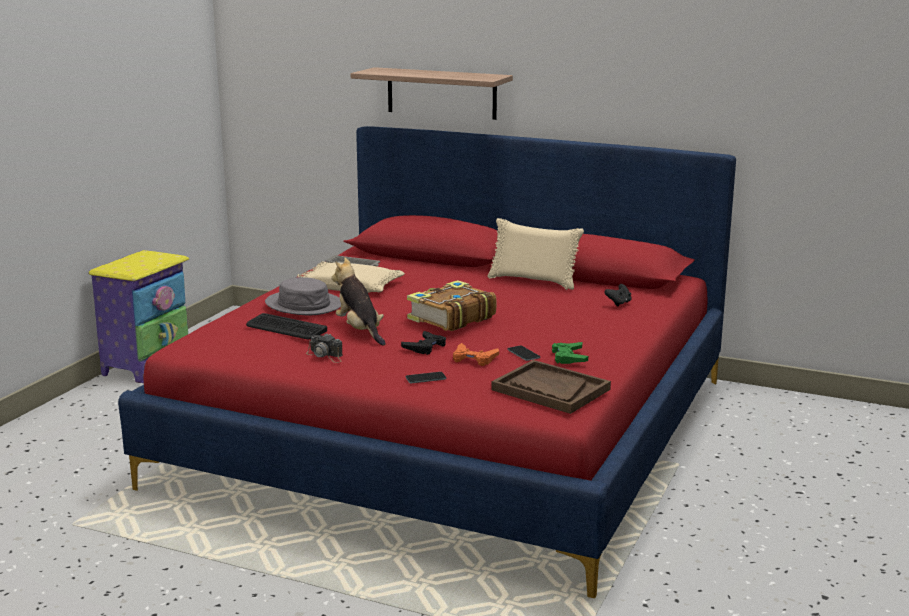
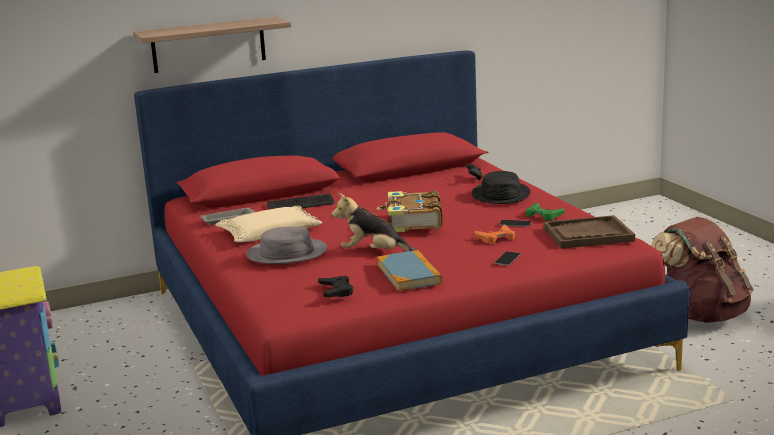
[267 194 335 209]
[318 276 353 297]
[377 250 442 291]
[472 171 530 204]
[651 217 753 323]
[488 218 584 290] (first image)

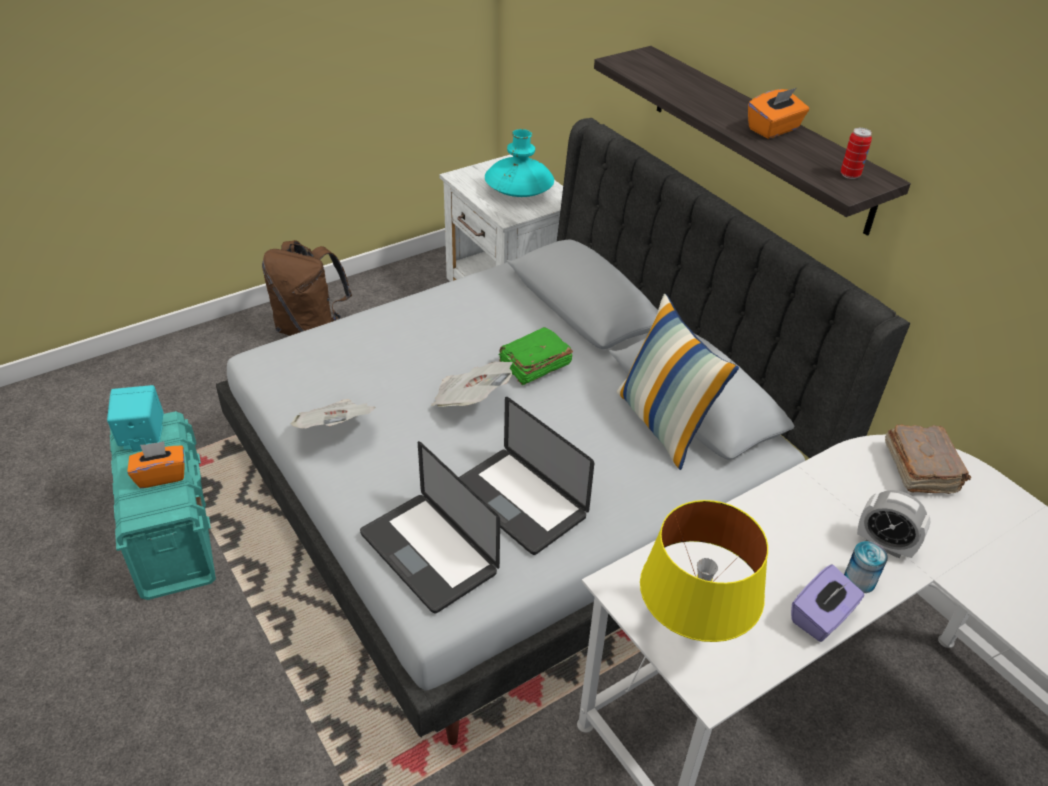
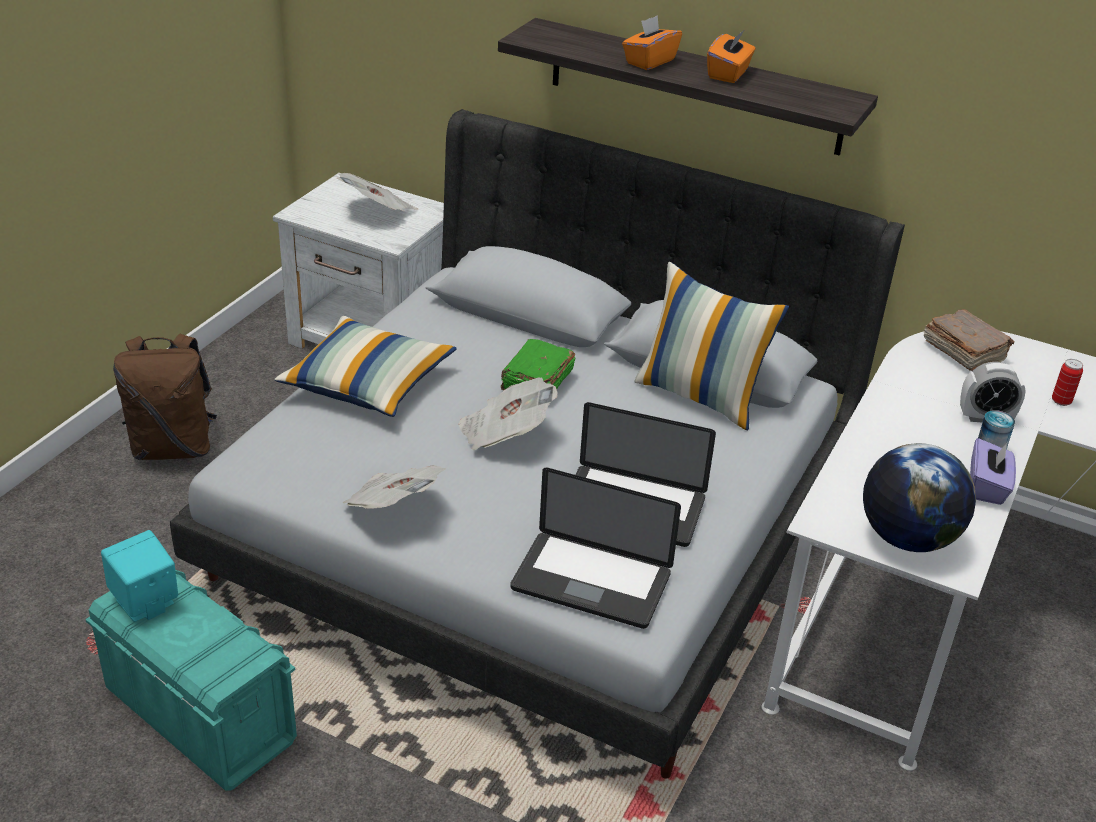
[275 316 457 417]
[337 173 418 211]
[622 15 682 70]
[863 443 976 552]
[1052 359 1083 406]

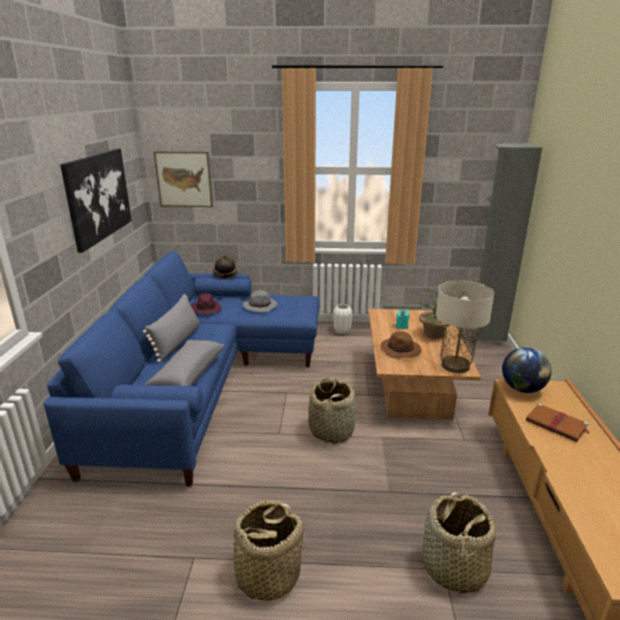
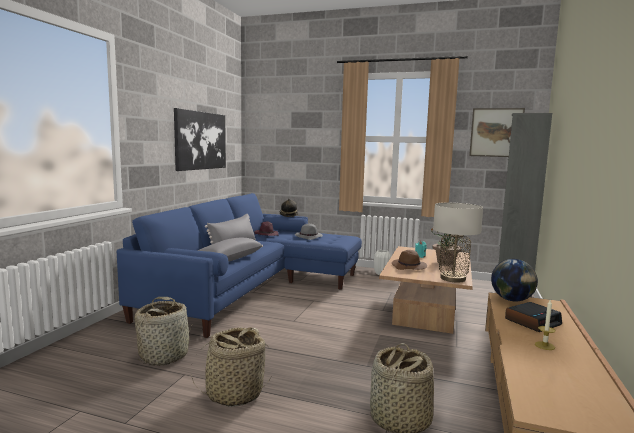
[135 297 192 366]
[469 108 525 157]
[505 302 562 332]
[535 300 556 350]

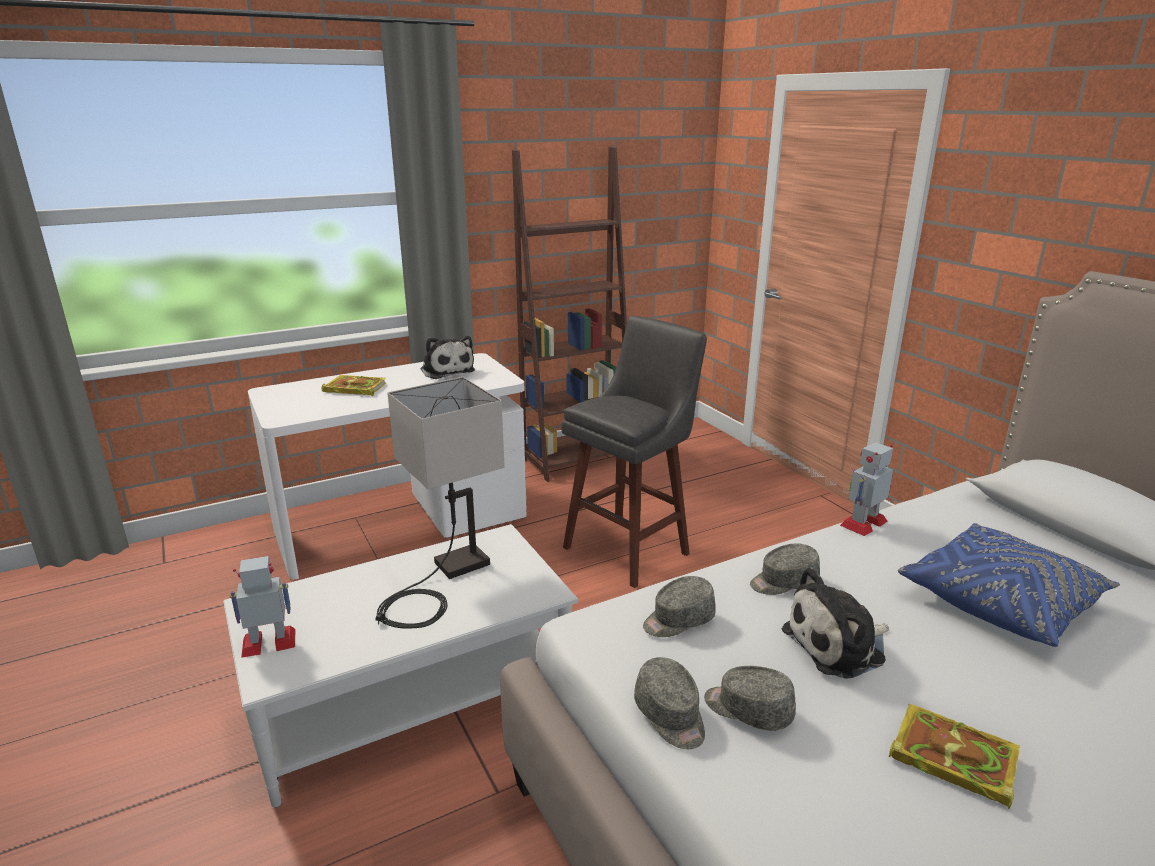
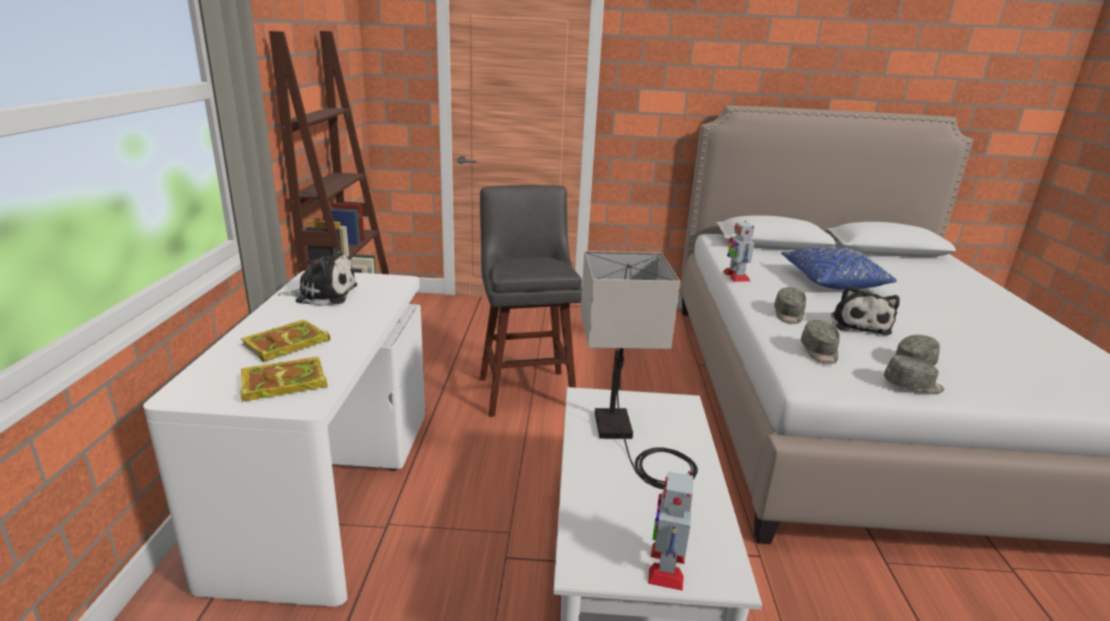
[240 356 327 402]

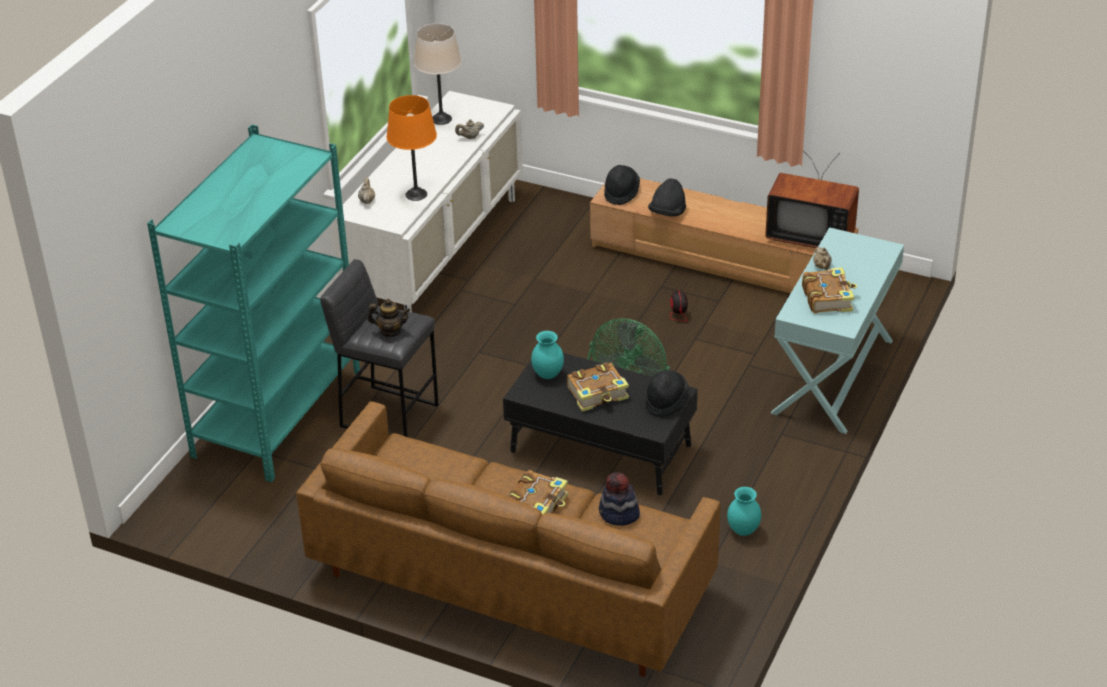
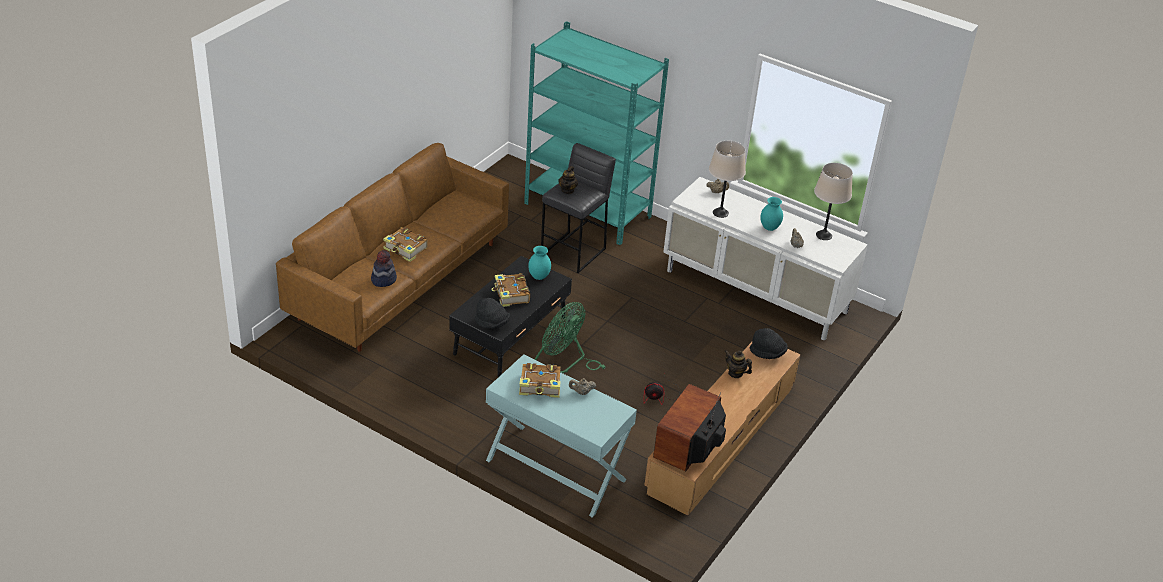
[709 141 746 218]
[724 350 752 378]
[760 197 783 231]

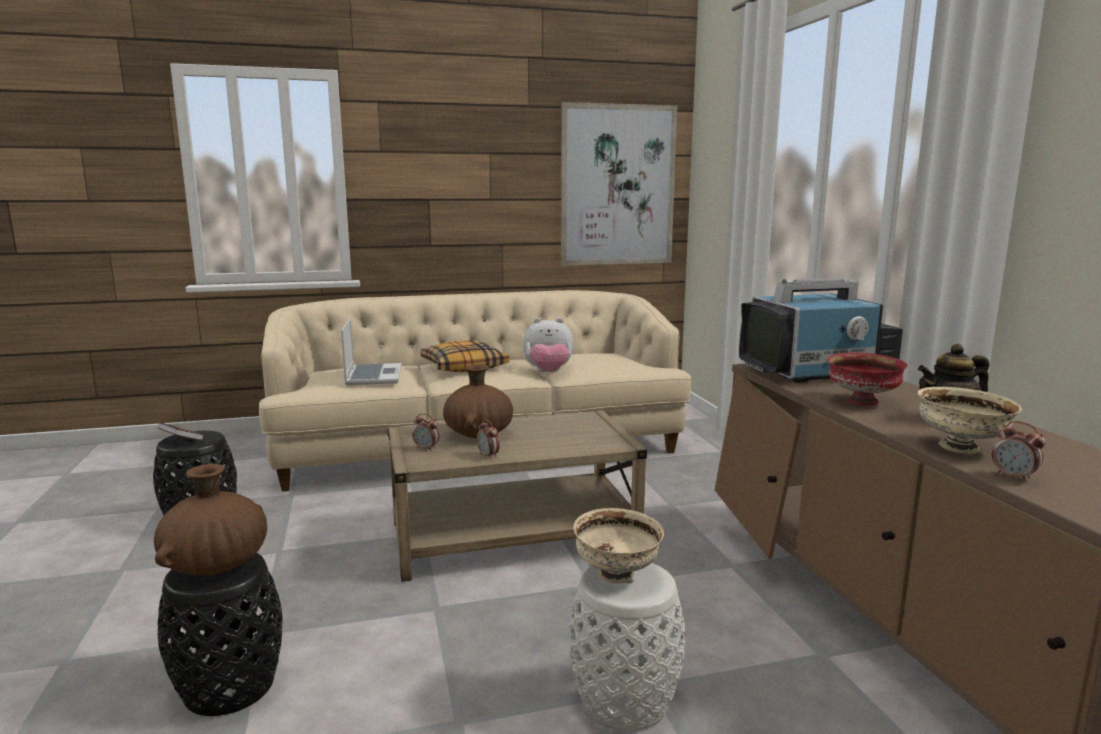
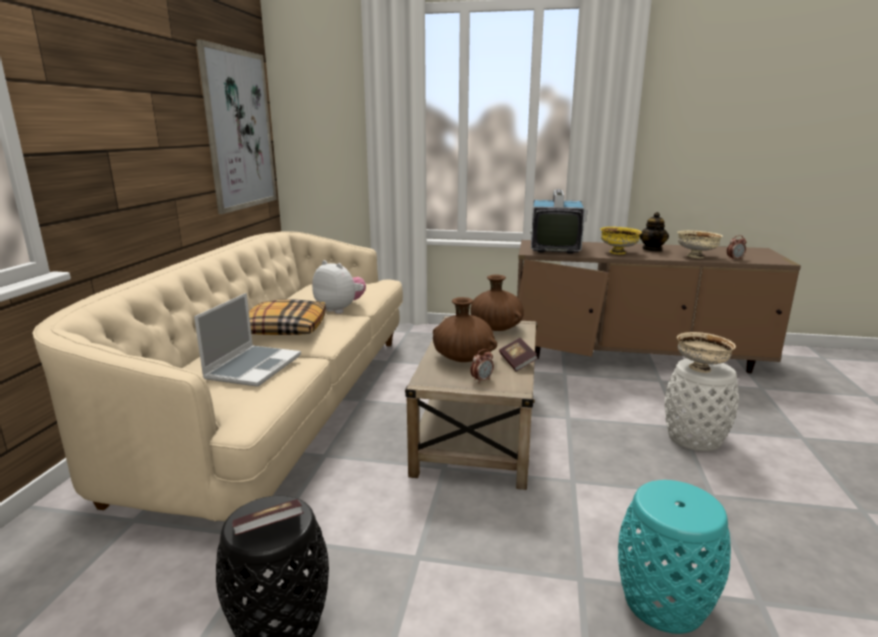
[194 293 301 387]
[312 260 366 314]
[470 274 524 331]
[499 338 538 372]
[601 227 642 254]
[618 480 731 634]

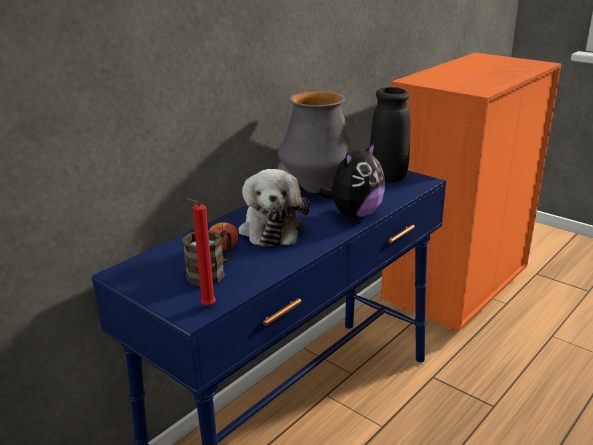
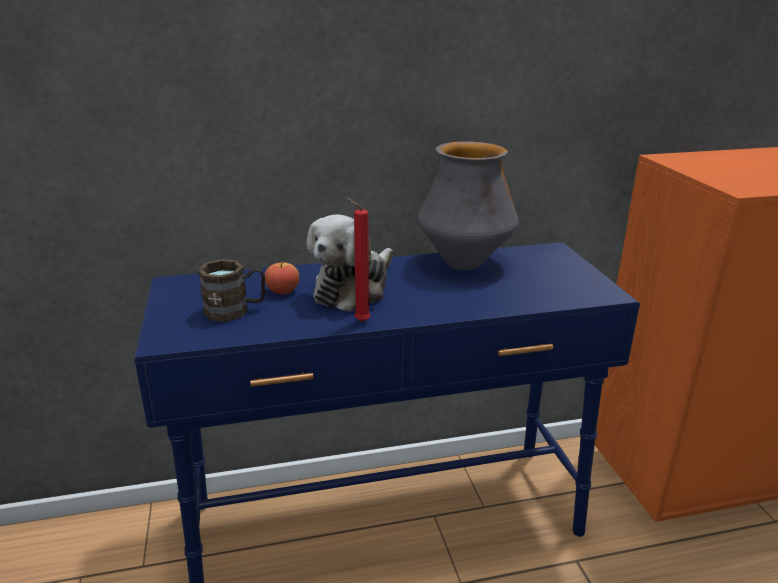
[346 198 370 322]
[319 141 385 219] (first image)
[370 87 411 182] (first image)

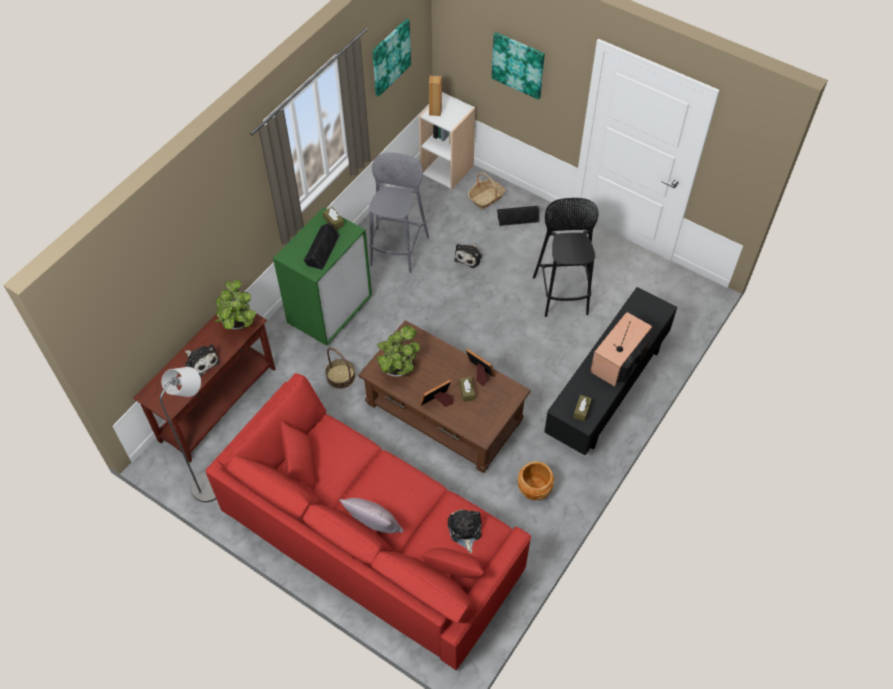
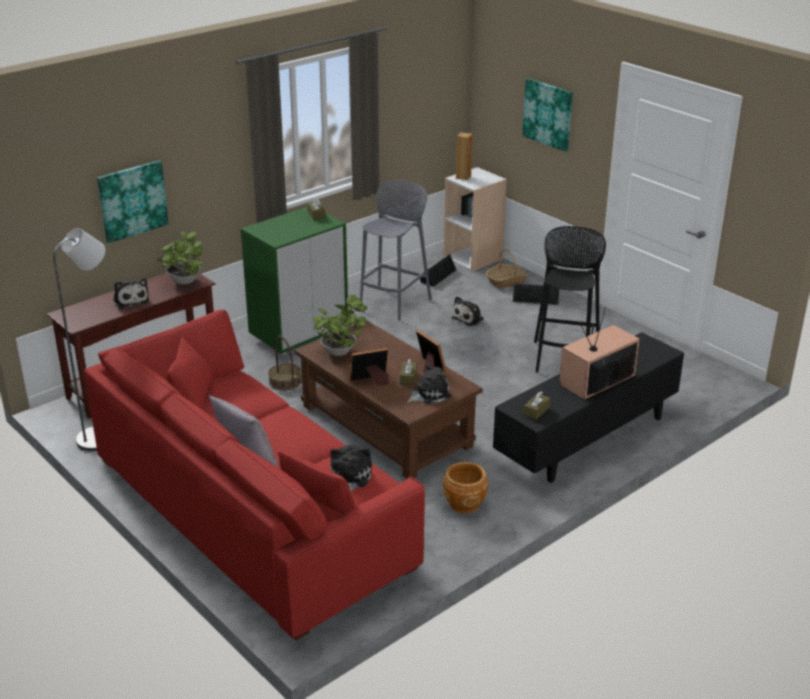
[97 160 169 243]
[407 363 451 404]
[420 254 457 287]

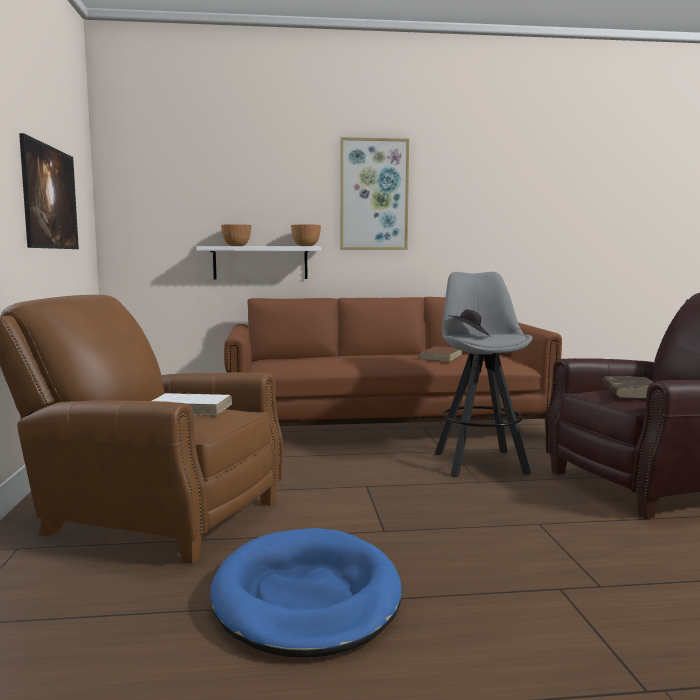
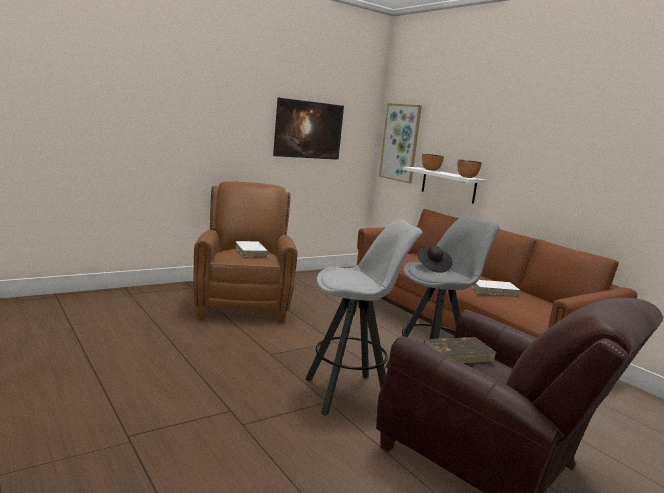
[305 219 422 416]
[379 103 422 183]
[472 280 520 297]
[210 528 402 658] (first image)

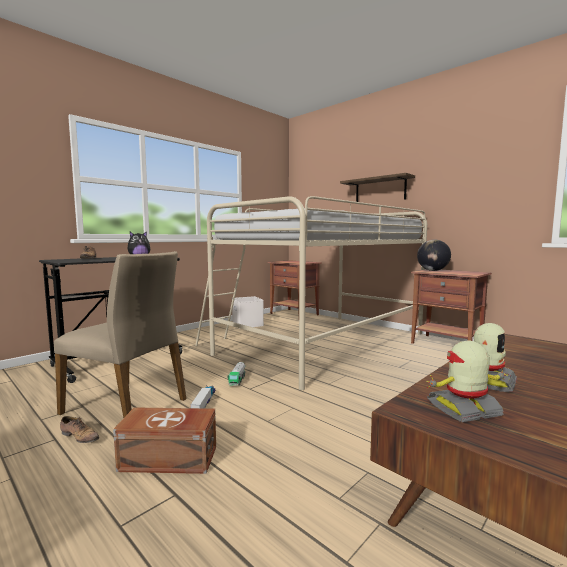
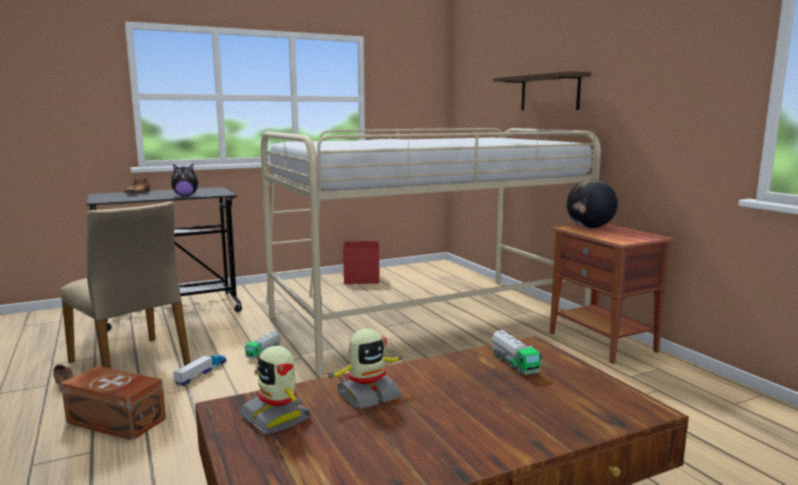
[240 346 311 434]
[343 241 380 284]
[492 330 541 375]
[268 260 322 315] (first image)

